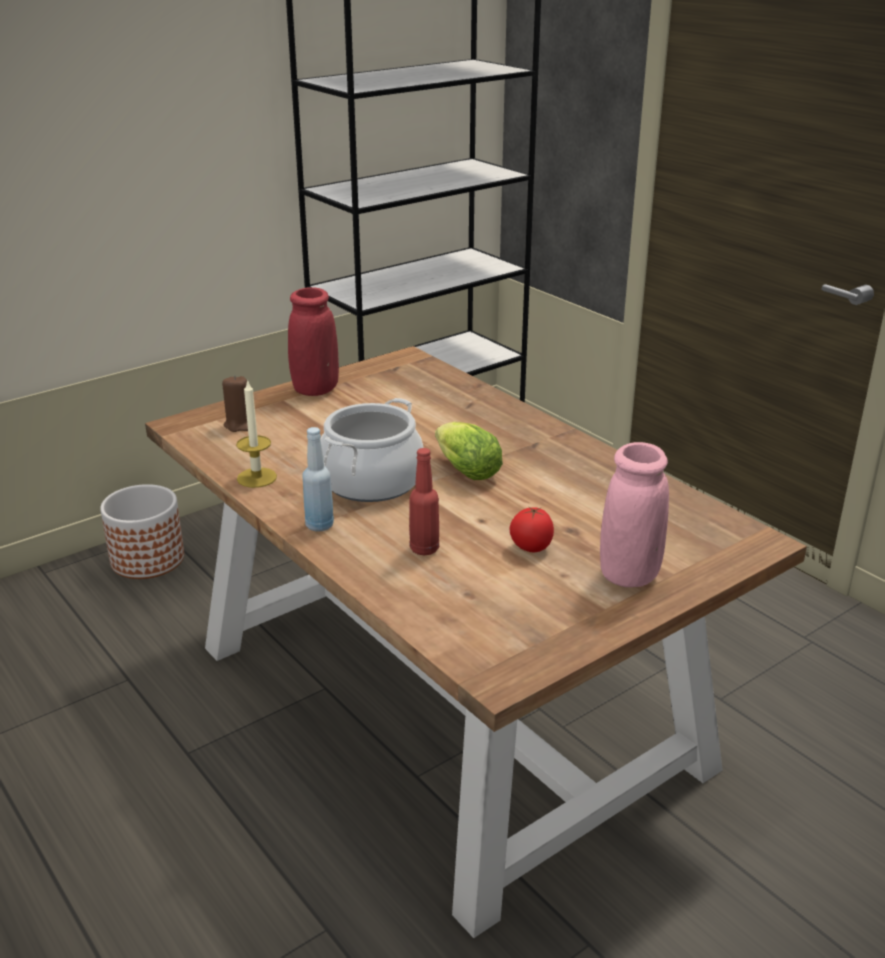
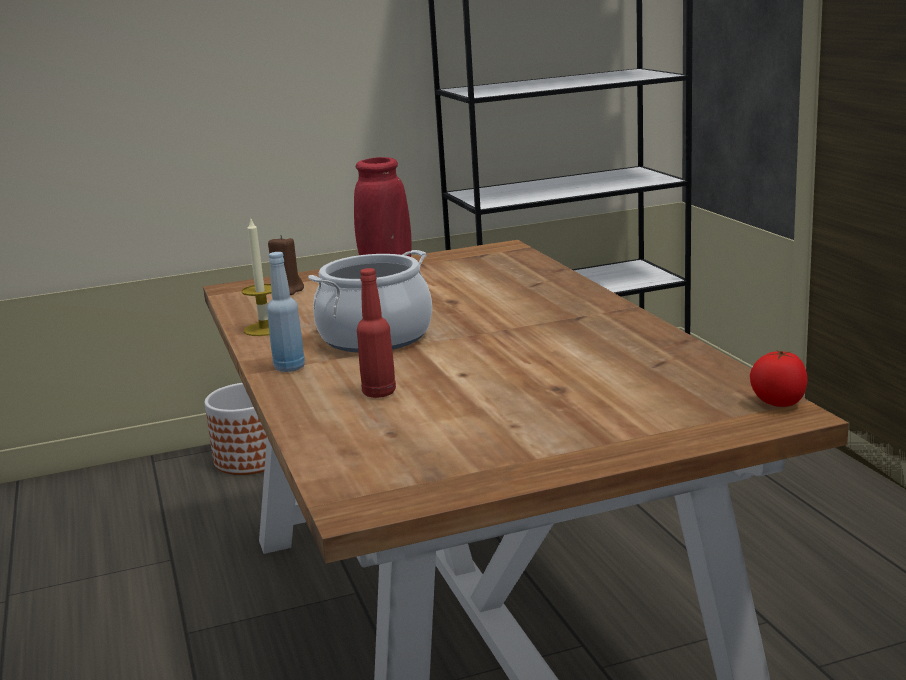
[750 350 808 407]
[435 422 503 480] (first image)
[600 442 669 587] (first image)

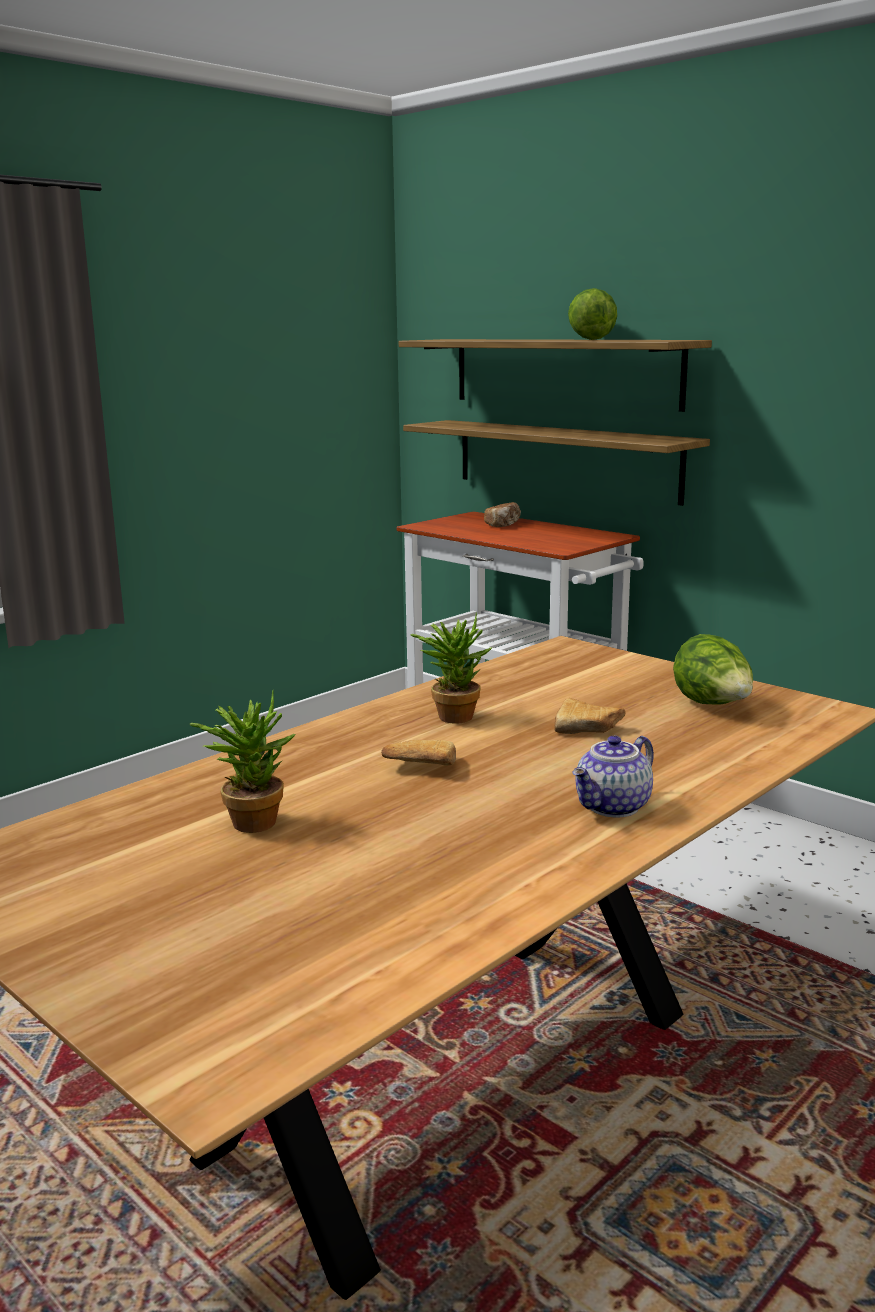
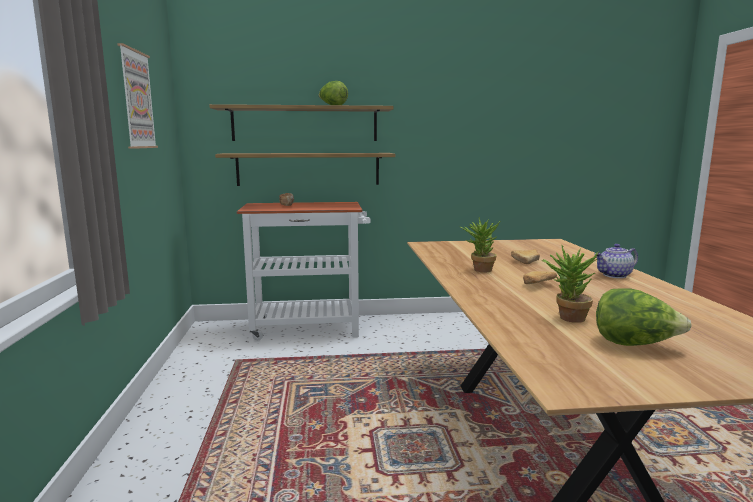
[117 43 158 149]
[595 244 638 278]
[596 288 692 346]

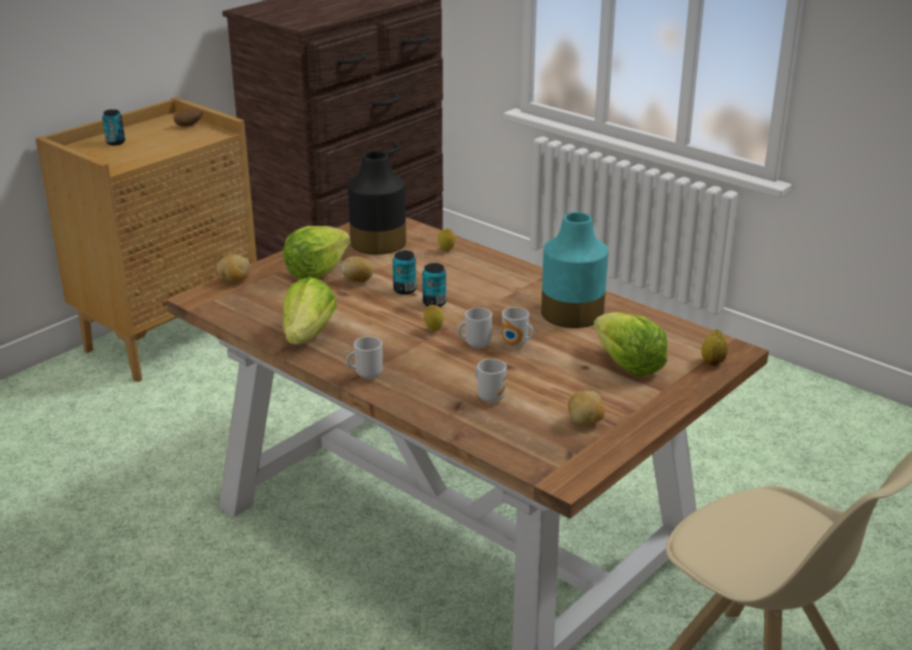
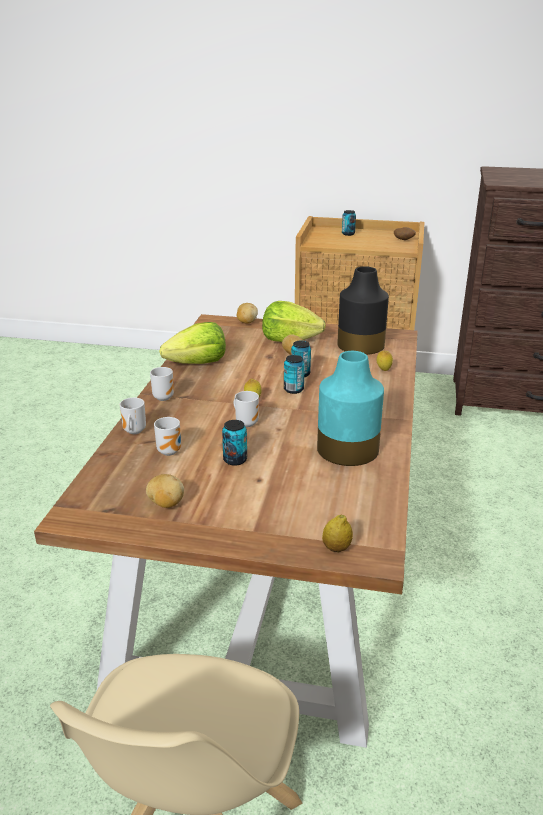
[120 397 146 434]
[222 420 247 466]
[594 312 668 376] (first image)

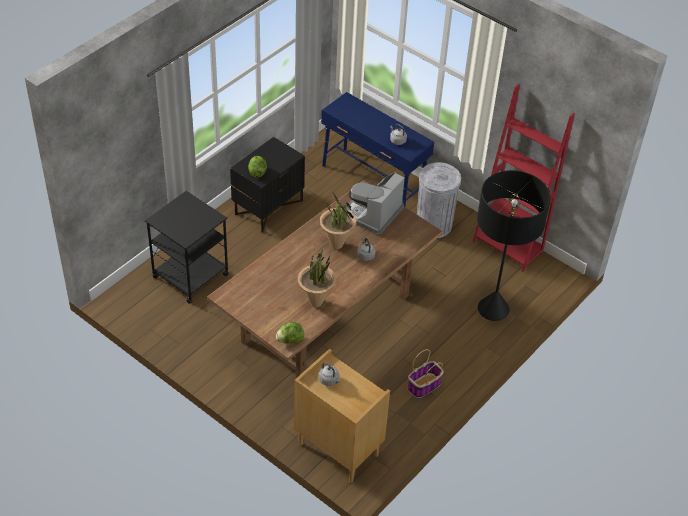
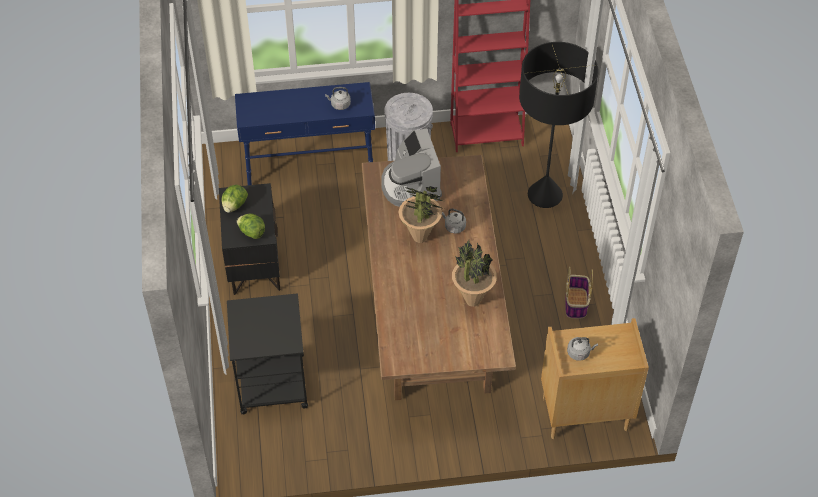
[221 185 248 213]

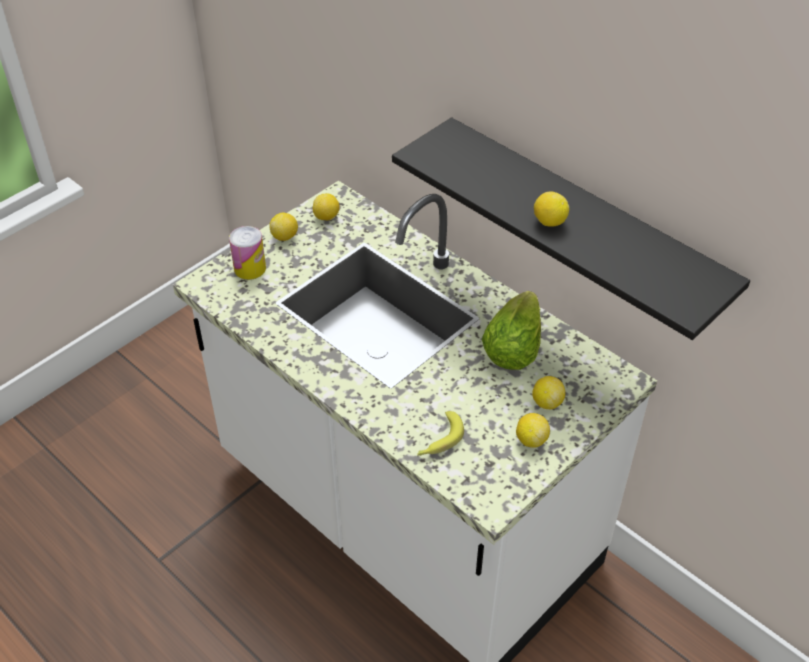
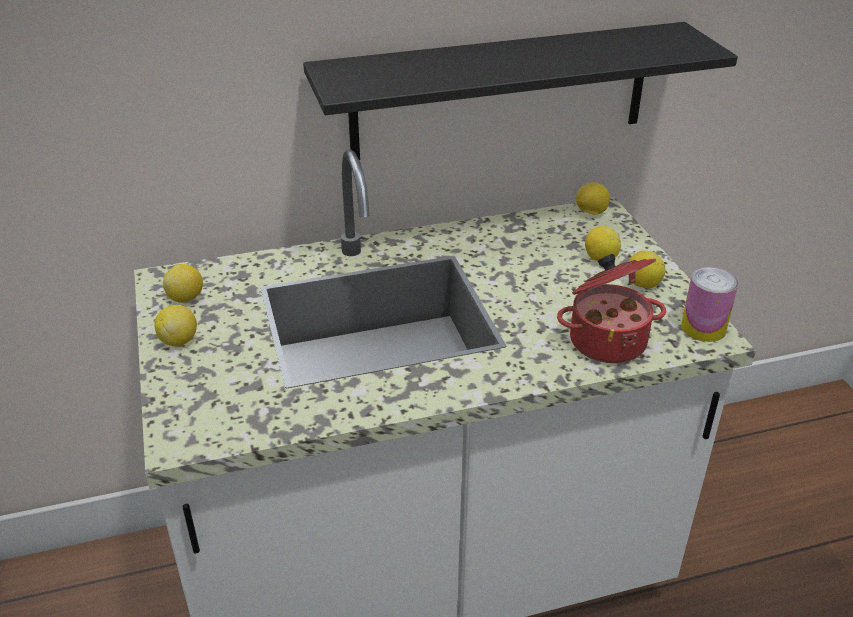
[557 254 666 363]
[576 182 610 215]
[681 267 739 342]
[482 291 541 370] (first image)

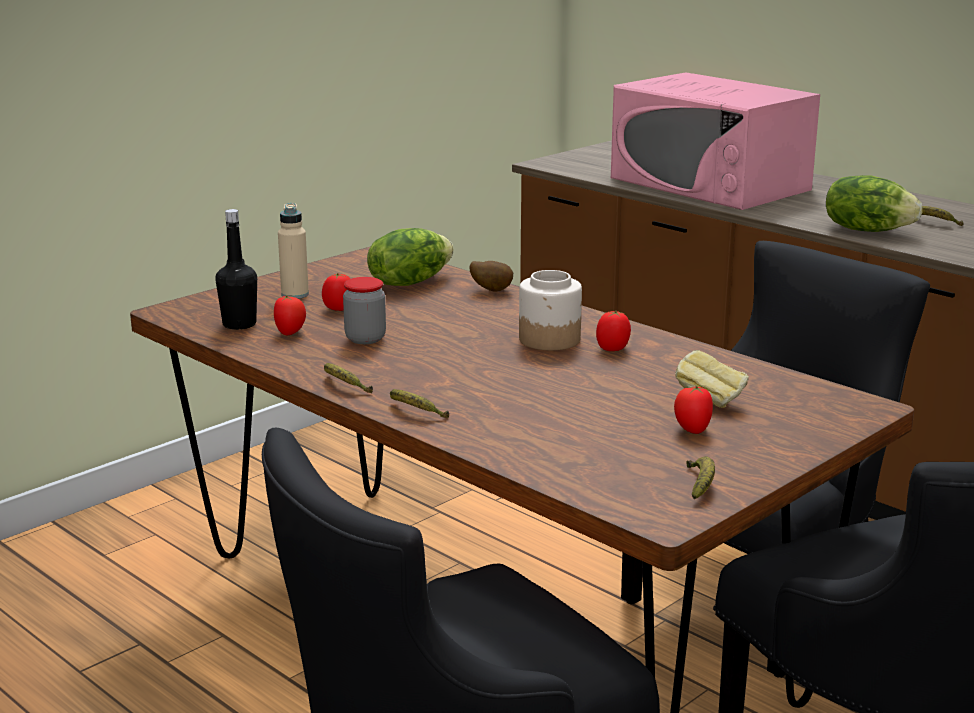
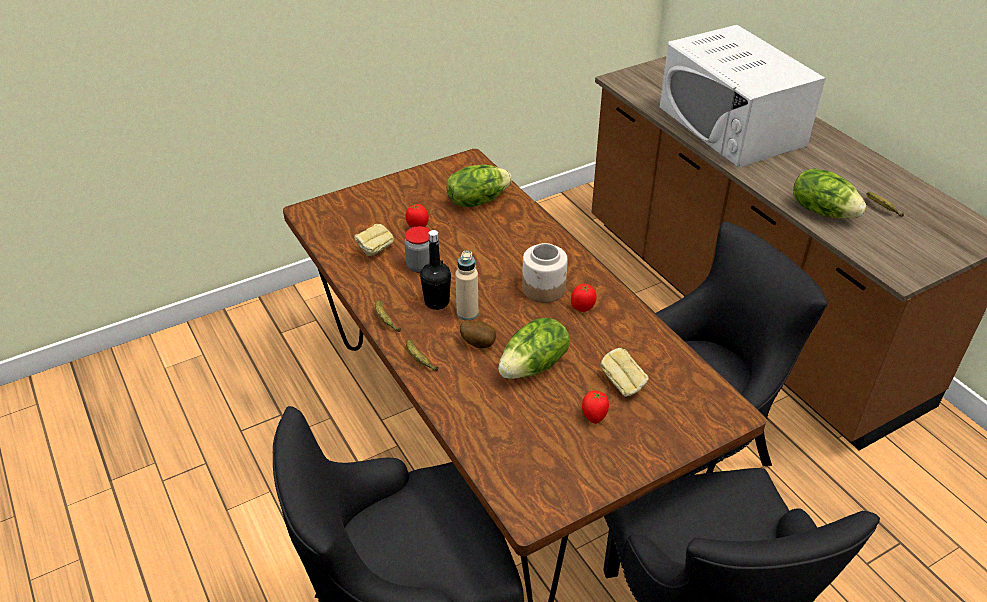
[354 224 394 256]
[420 230 451 310]
[455 251 478 320]
[460 320 496 348]
[498 318 570 379]
[660 25 825 168]
[686 456 715 499] (first image)

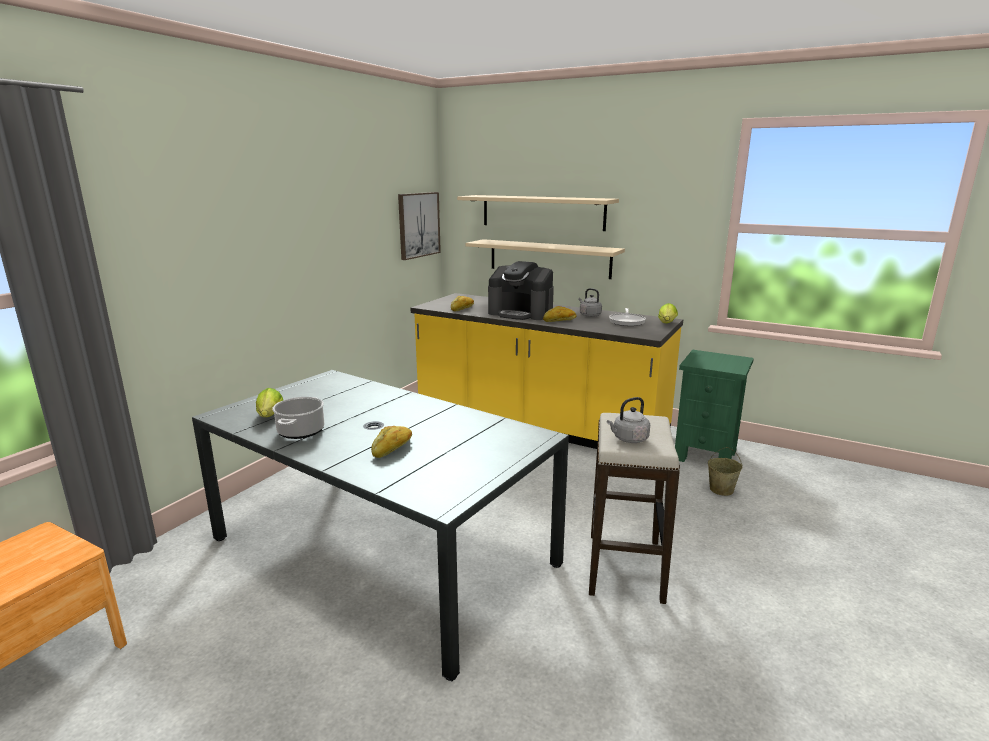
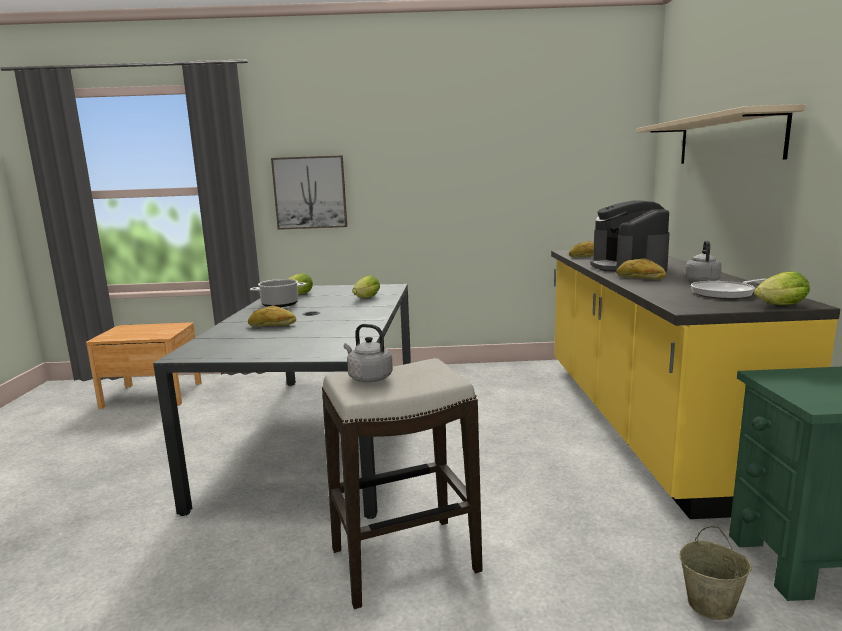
[271 155 347 230]
[353 275 380 298]
[466 239 625 279] (first image)

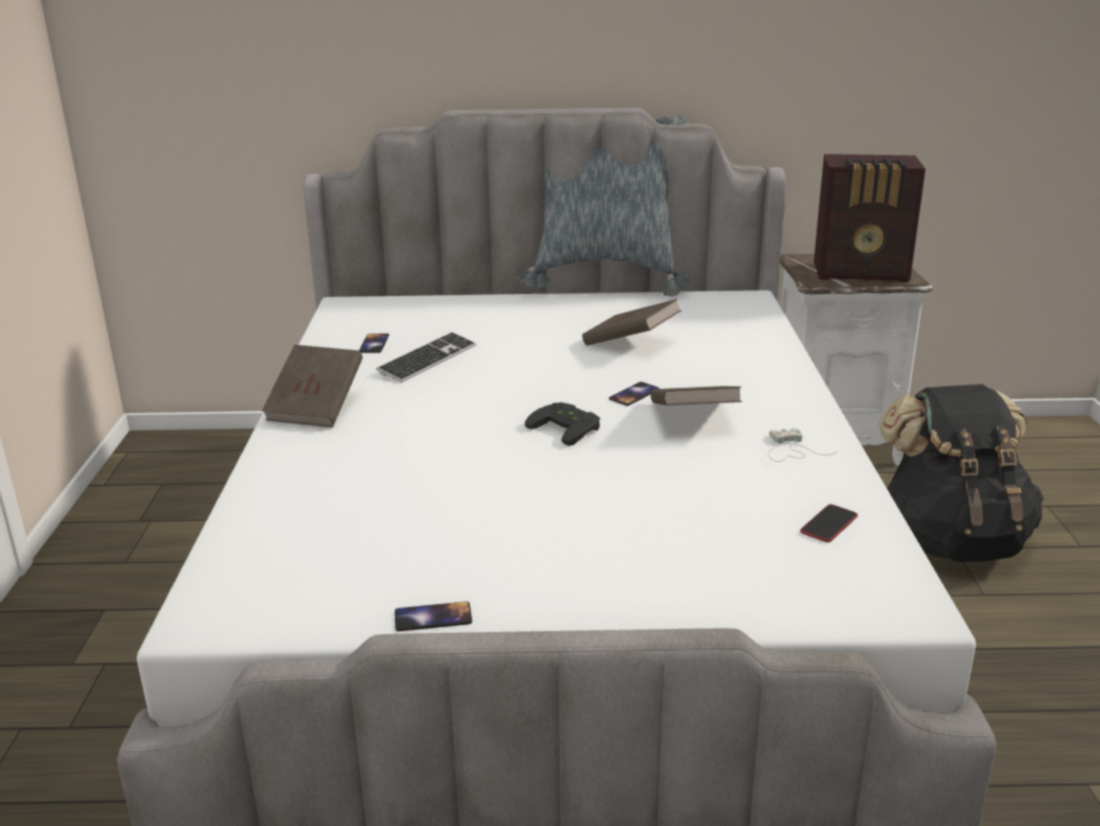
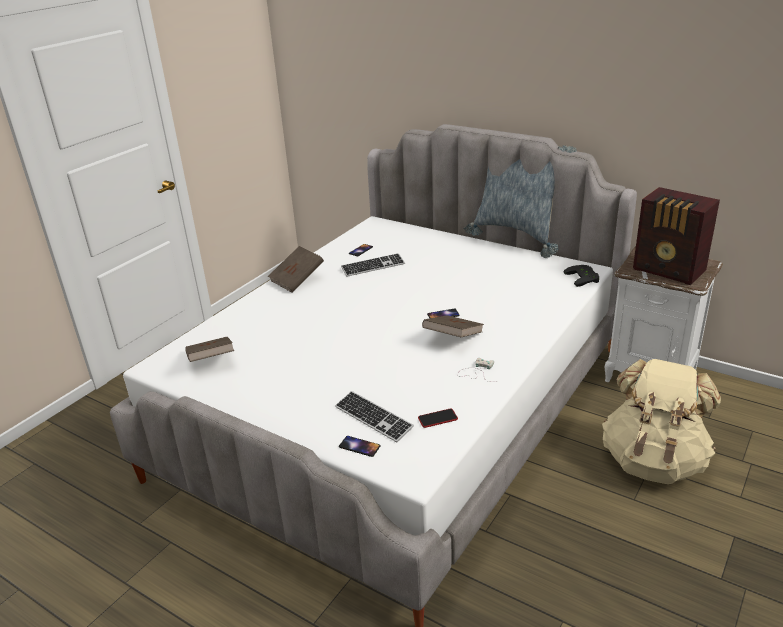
[185 337 235 362]
[335 391 414 442]
[339 436 381 457]
[564 265 599 287]
[602 359 721 484]

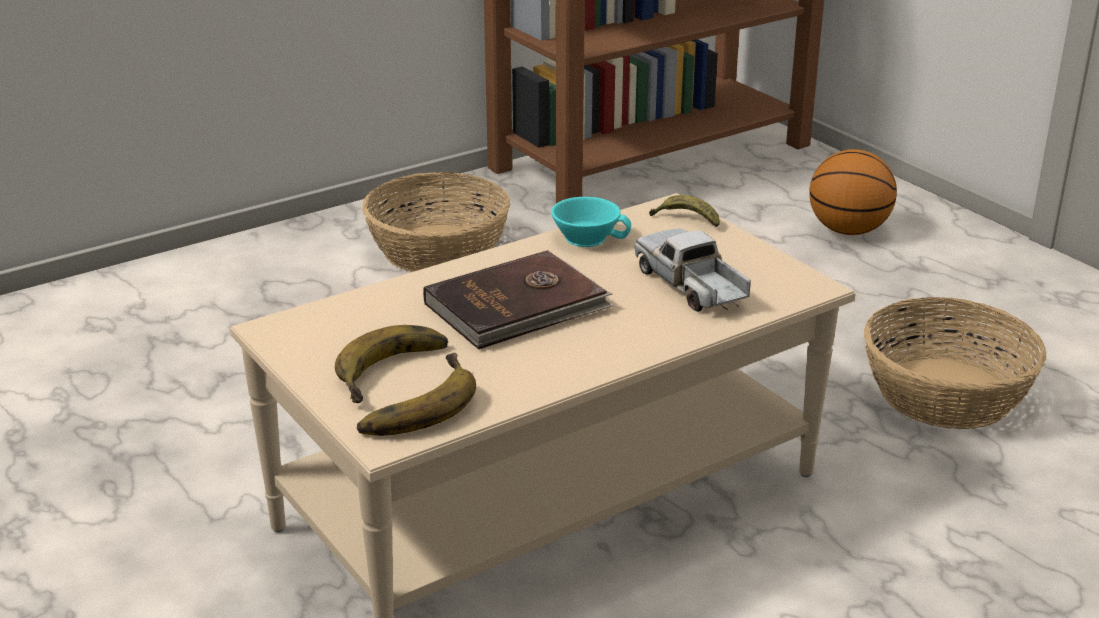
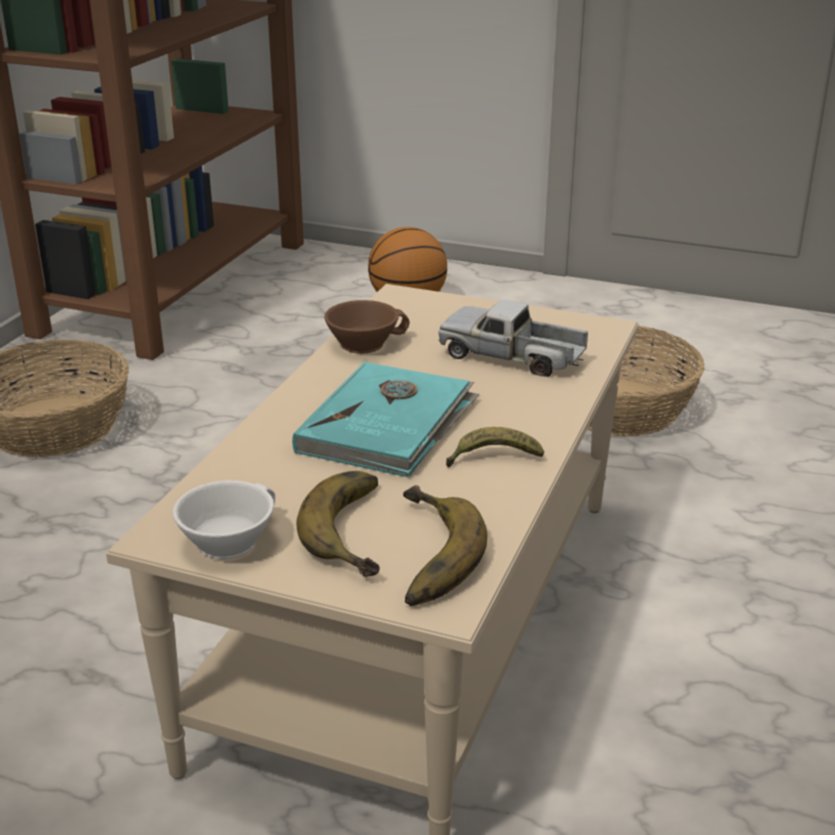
[173 480 275 559]
[292 362 479 477]
[324 300 410 354]
[446 427 544 468]

